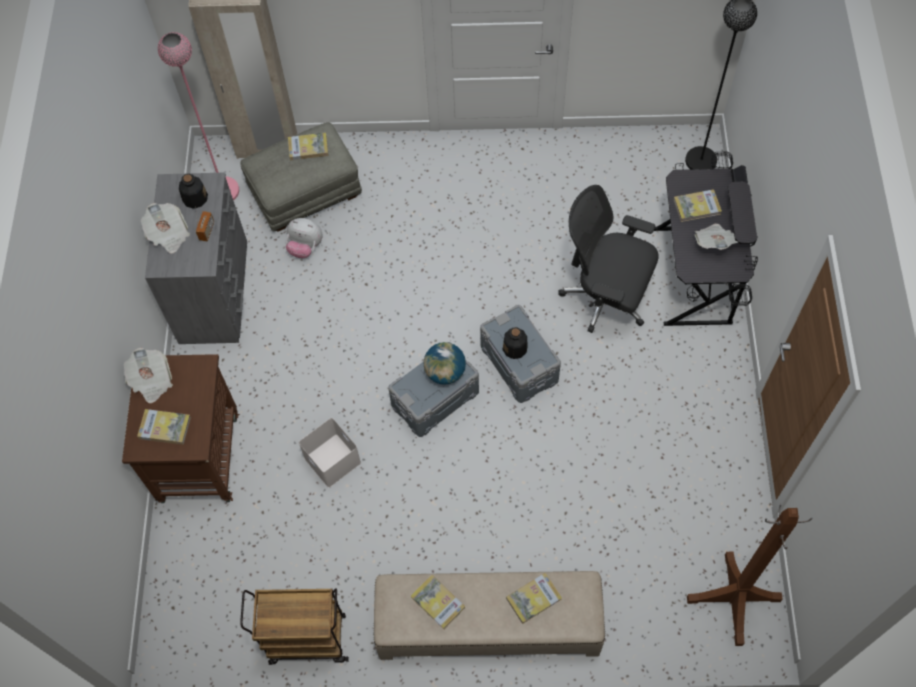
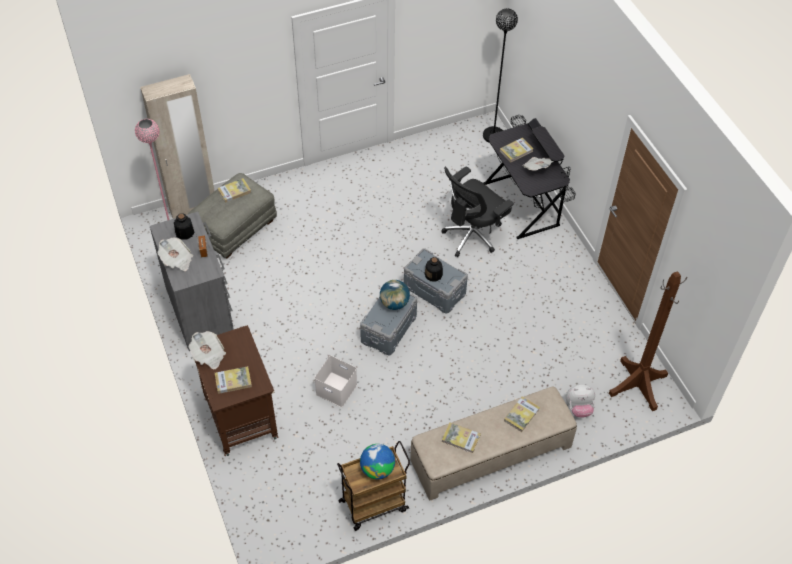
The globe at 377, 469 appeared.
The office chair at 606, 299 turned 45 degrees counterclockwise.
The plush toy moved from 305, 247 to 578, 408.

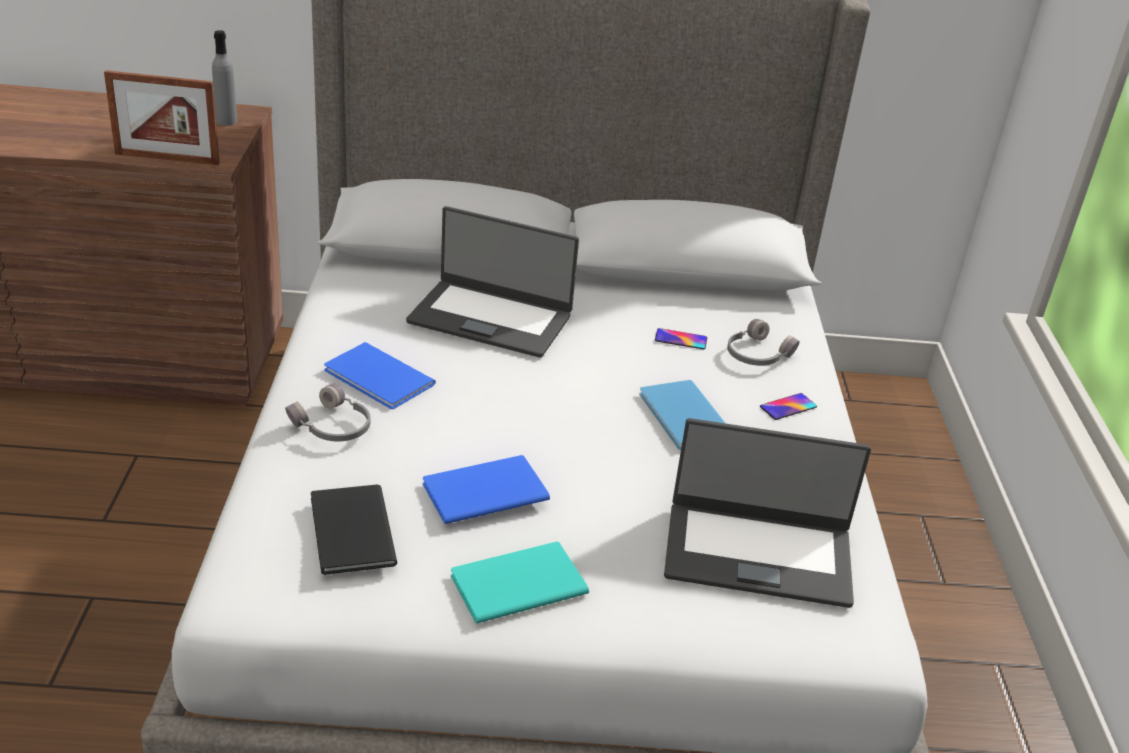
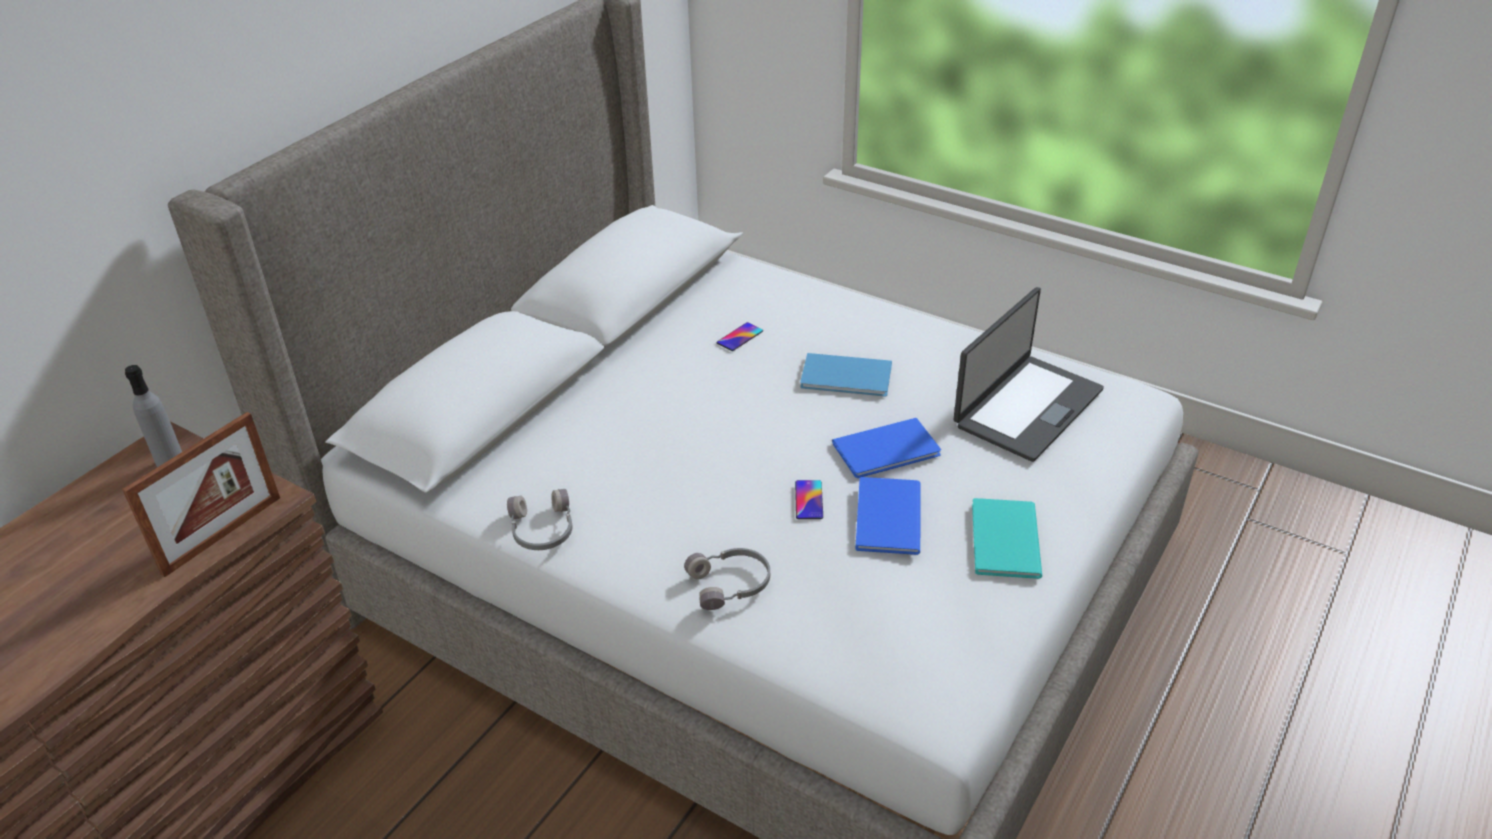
The grey headphones moved from 756, 354 to 541, 530.
The phone moved from 788, 407 to 809, 500.
The blue book moved from 379, 379 to 889, 450.
The black book at 349, 533 disappeared.
The laptop at 491, 318 disappeared.

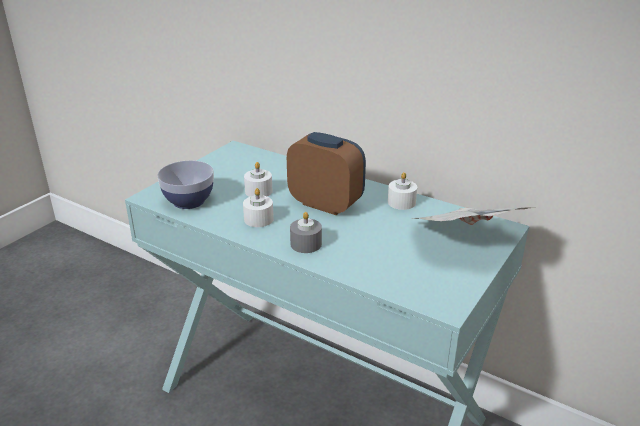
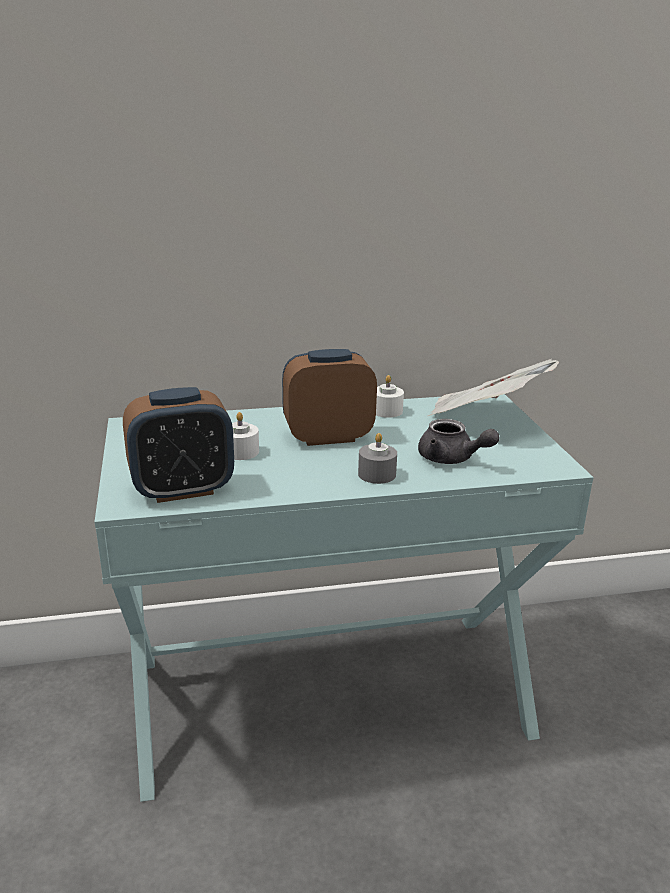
The bowl at 189, 201 was replaced by the alarm clock at 182, 490.
The grey teapot at 451, 459 appeared.
The white candle at 258, 219 disappeared.

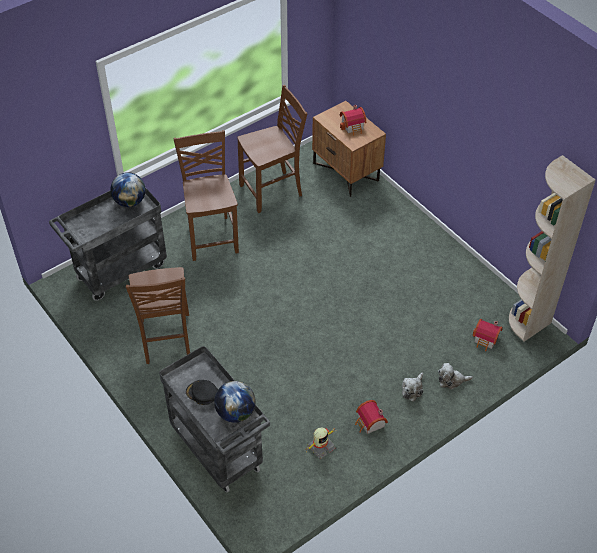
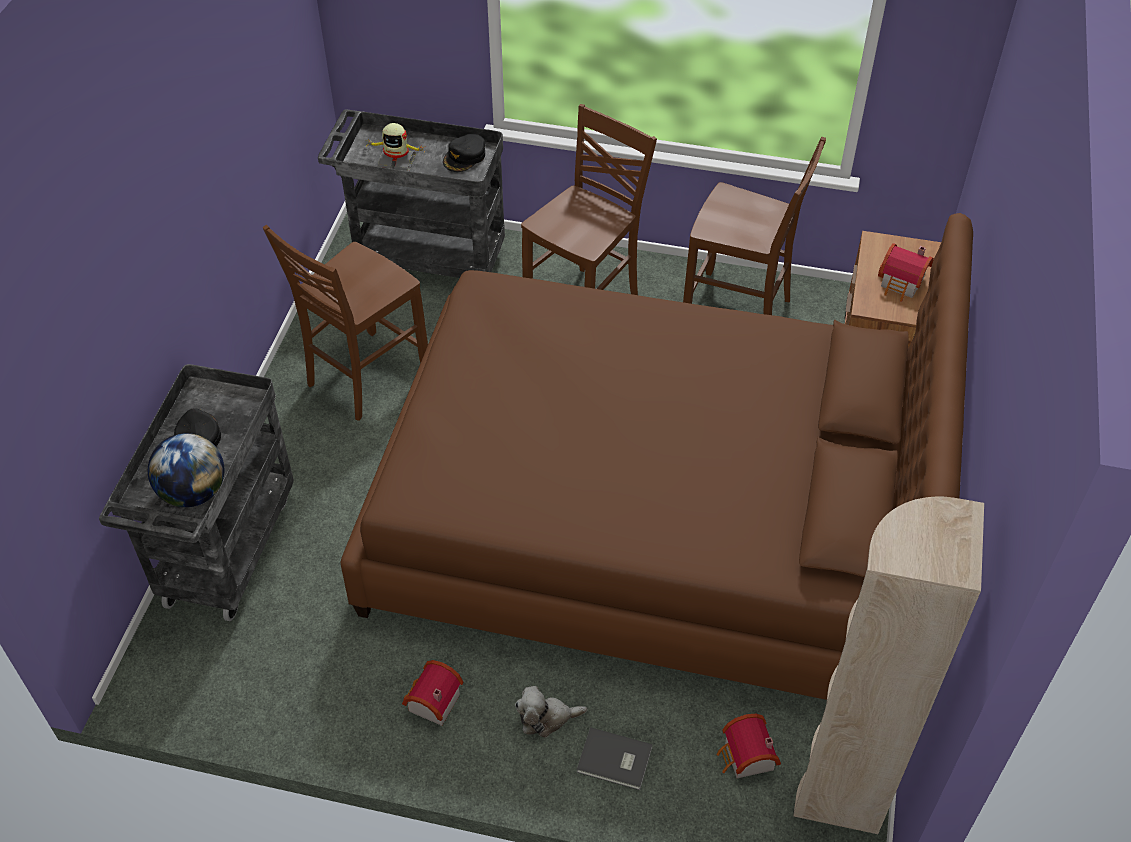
The brown bed at 648, 521 appeared.
The toy robot moved from 320, 447 to 397, 163.
The globe at 130, 201 was replaced by the black cap at 465, 157.
The plush toy at 452, 380 was replaced by the grey book at 615, 761.

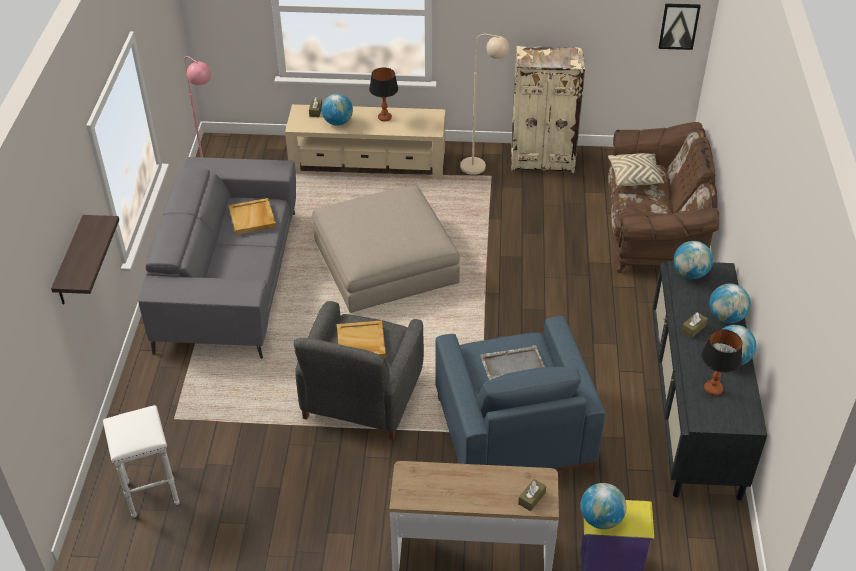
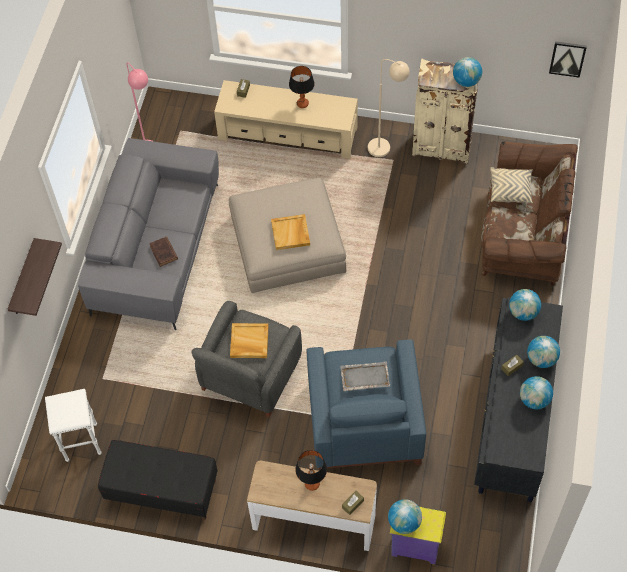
The black bench at 162, 490 appeared.
The brown book at 164, 253 appeared.
The beige tray moved from 253, 218 to 291, 233.
The table lamp moved from 713, 389 to 312, 484.
The globe moved from 338, 122 to 466, 81.

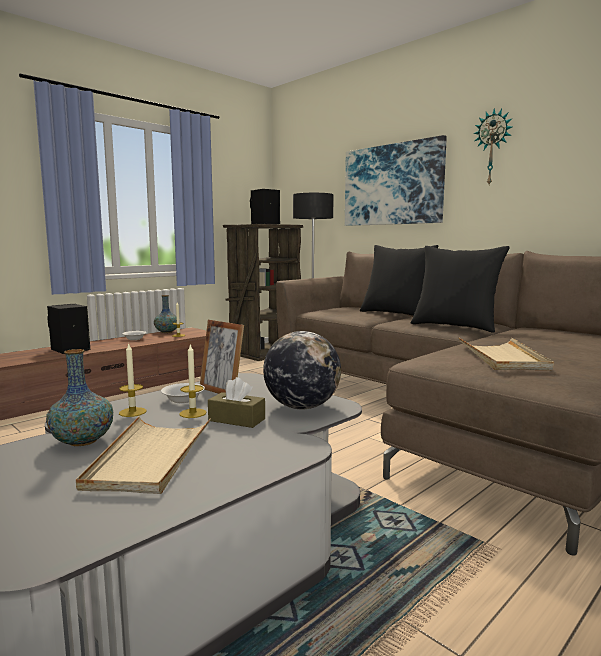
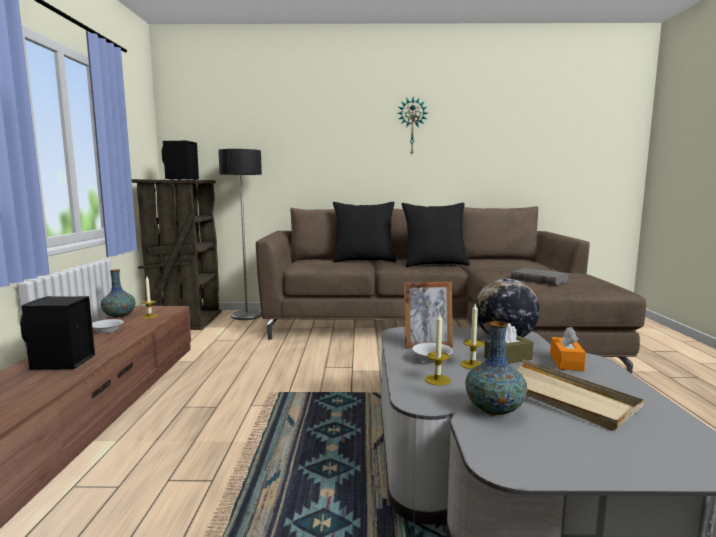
The beige tray at 502, 357 was replaced by the grey book at 539, 279.
The orange tissue box at 566, 362 appeared.
The picture at 392, 185 disappeared.

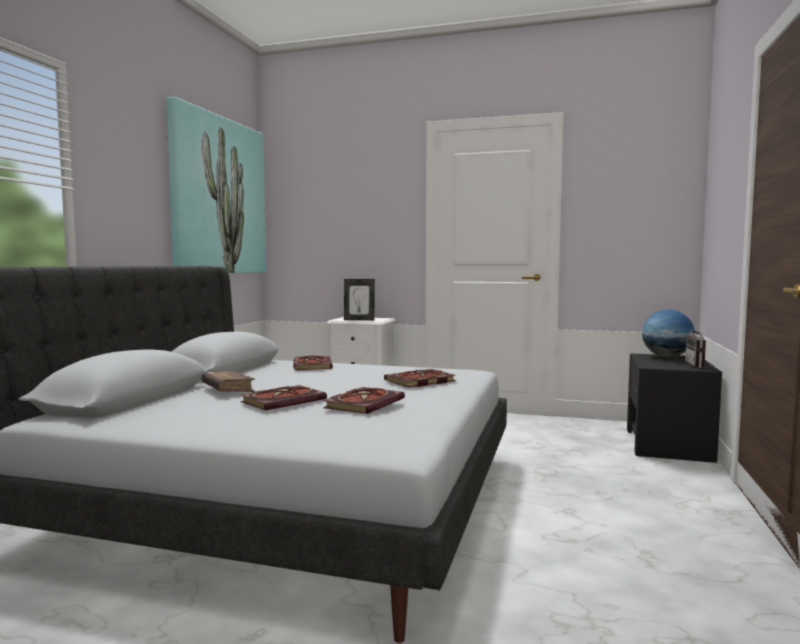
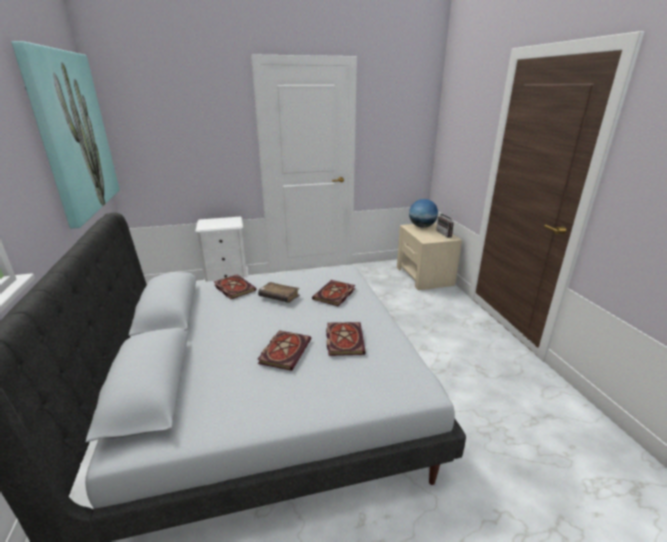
The brown book moved from 228, 389 to 279, 297.
The black nightstand at 667, 444 became the beige nightstand at 424, 276.
The picture frame at 359, 320 disappeared.

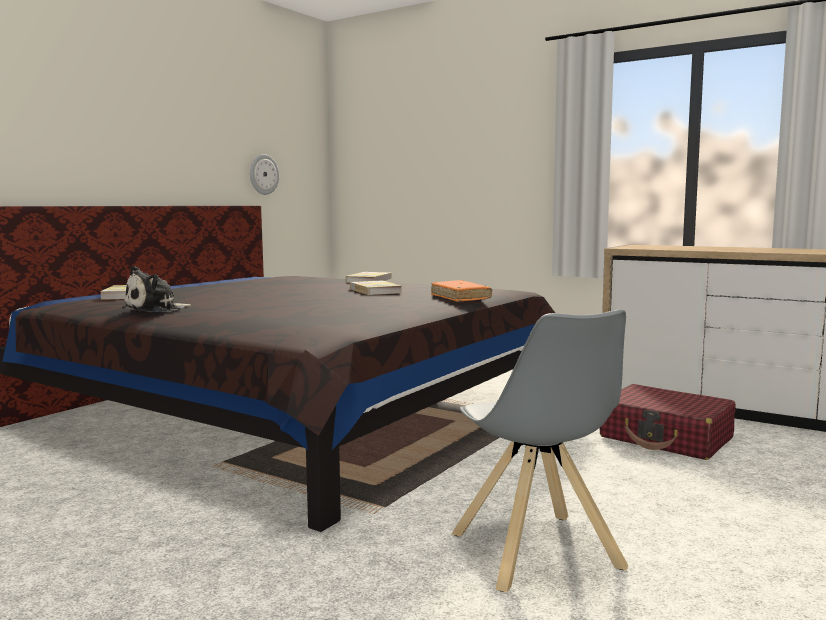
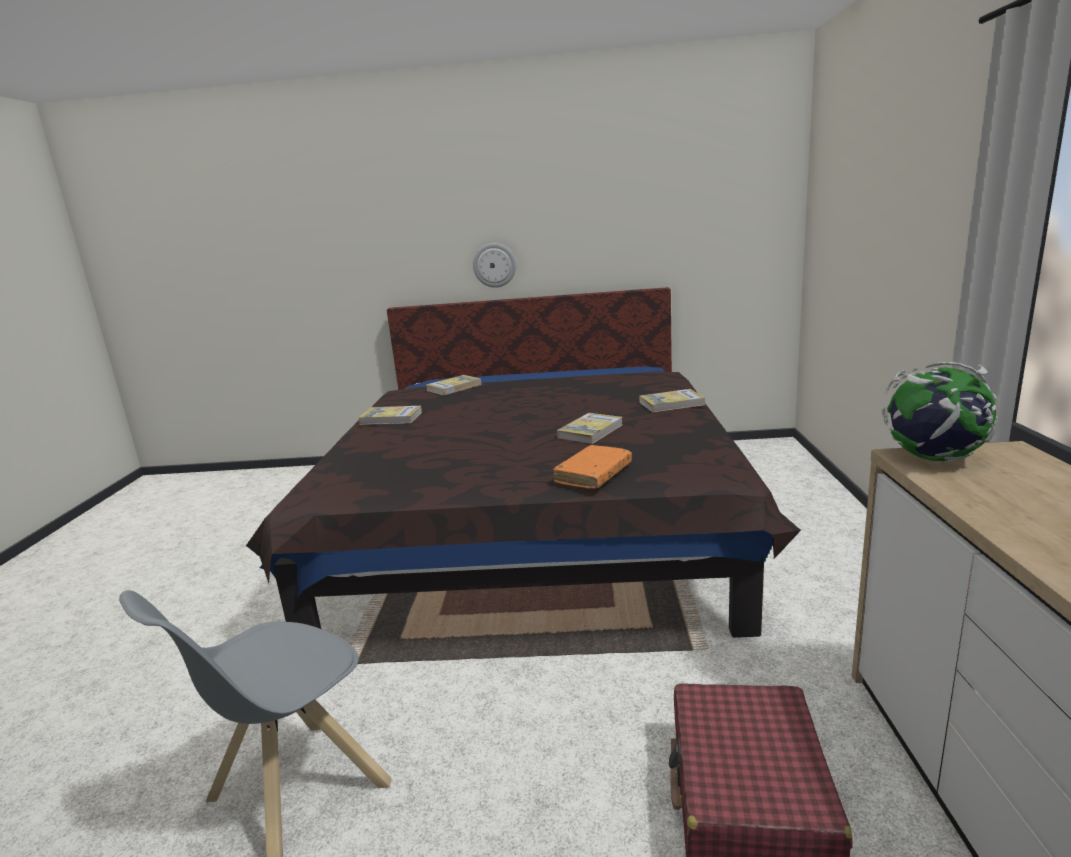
The plush toy at 156, 309 was replaced by the book at 391, 418.
The wall clock moved from 263, 174 to 494, 265.
The globe at 932, 458 appeared.

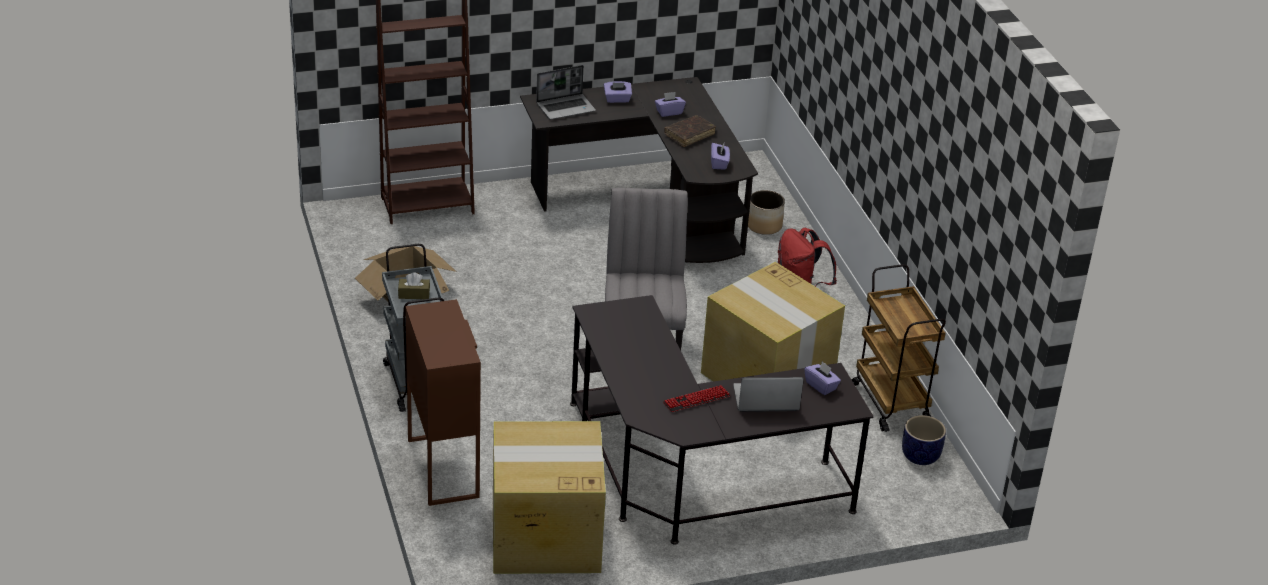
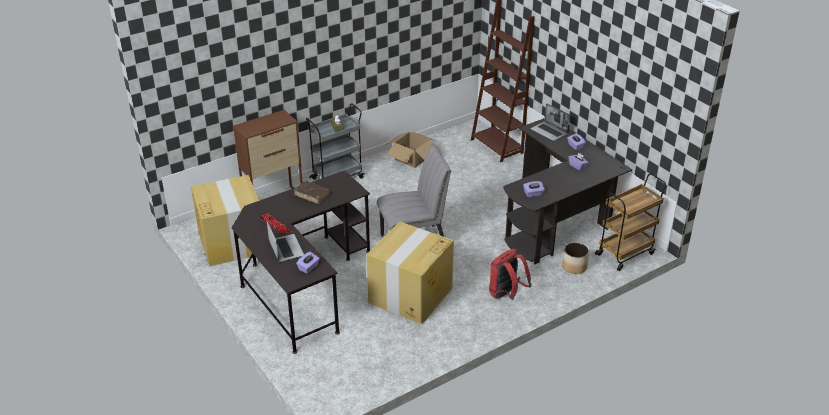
The brown book moved from 689, 135 to 312, 195.
The brown cart moved from 890, 404 to 624, 254.
The planter at 920, 456 disappeared.

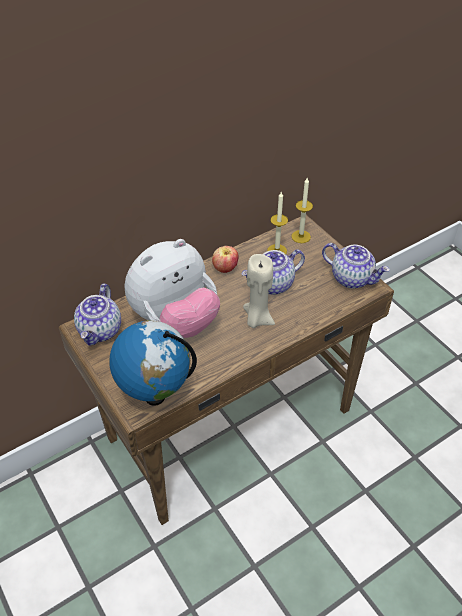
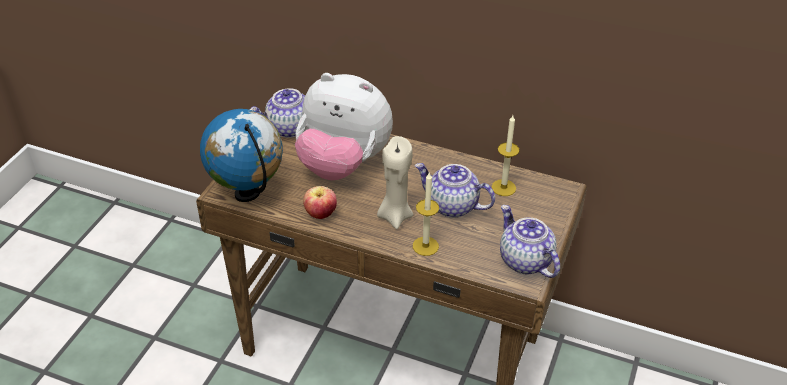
The apple moved from 225, 268 to 320, 214.
The candle moved from 301, 236 to 425, 246.
The teapot at 352, 278 turned 150 degrees clockwise.

